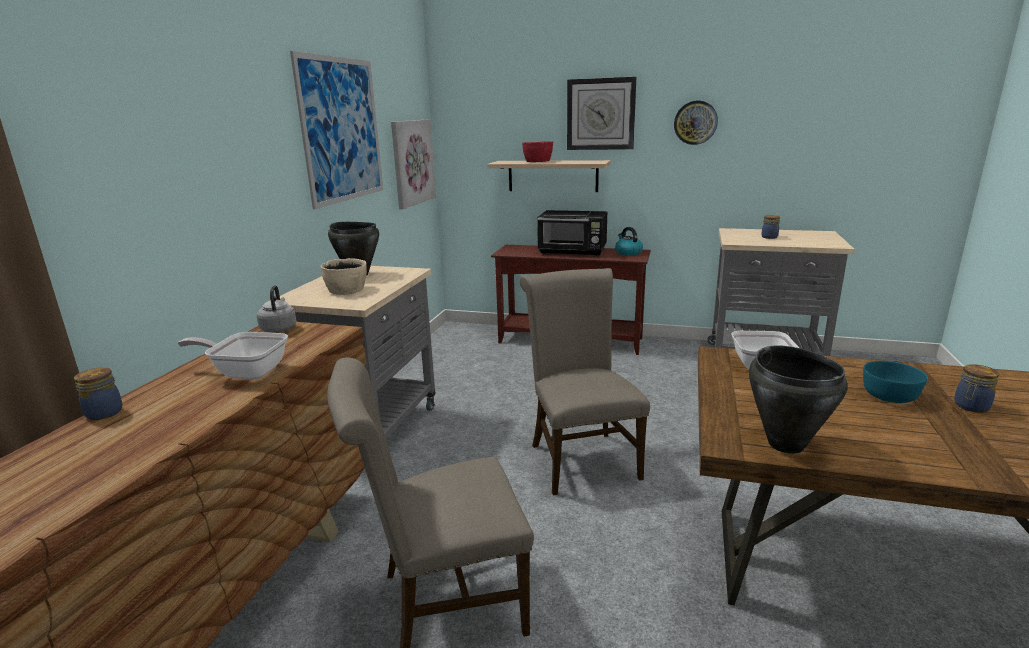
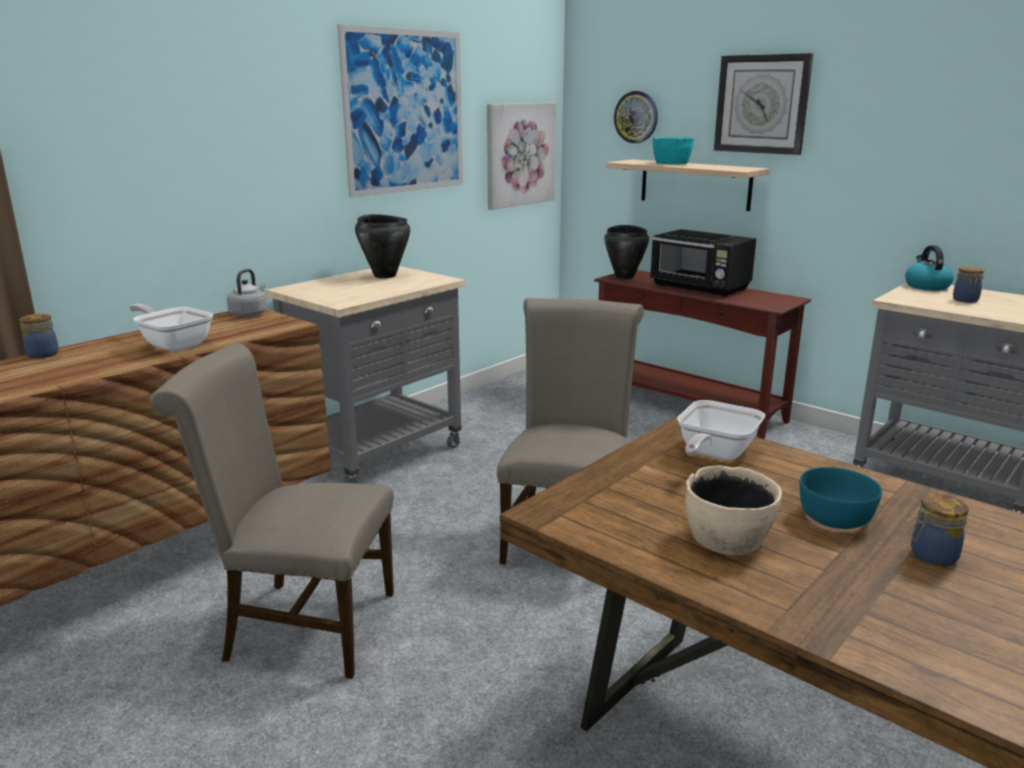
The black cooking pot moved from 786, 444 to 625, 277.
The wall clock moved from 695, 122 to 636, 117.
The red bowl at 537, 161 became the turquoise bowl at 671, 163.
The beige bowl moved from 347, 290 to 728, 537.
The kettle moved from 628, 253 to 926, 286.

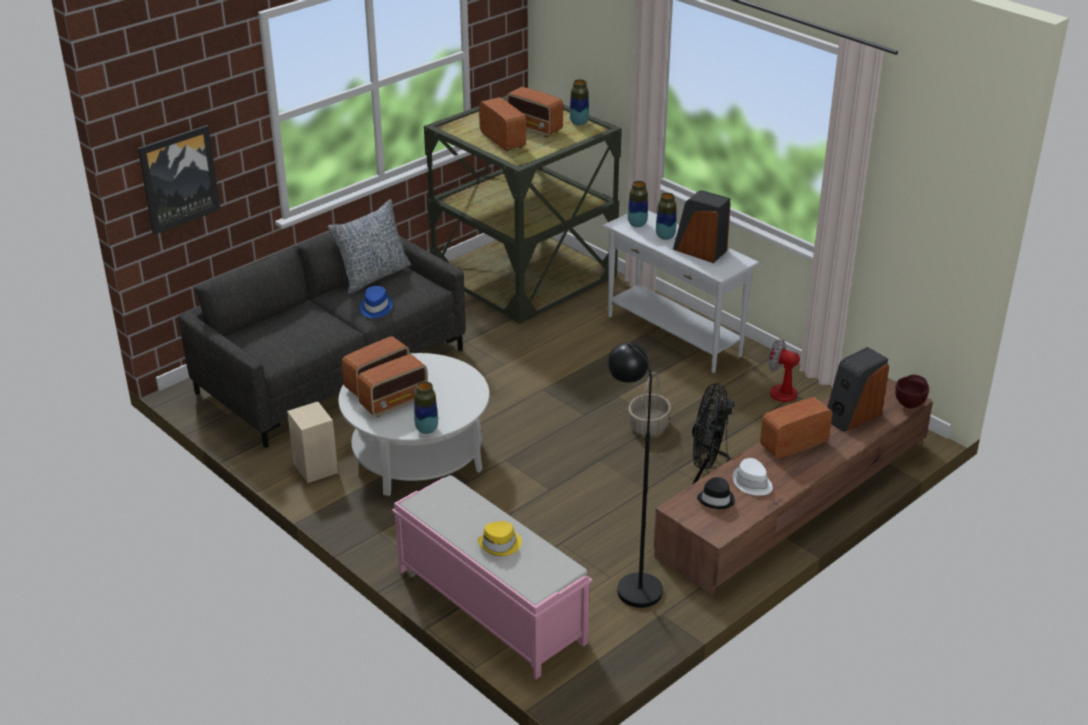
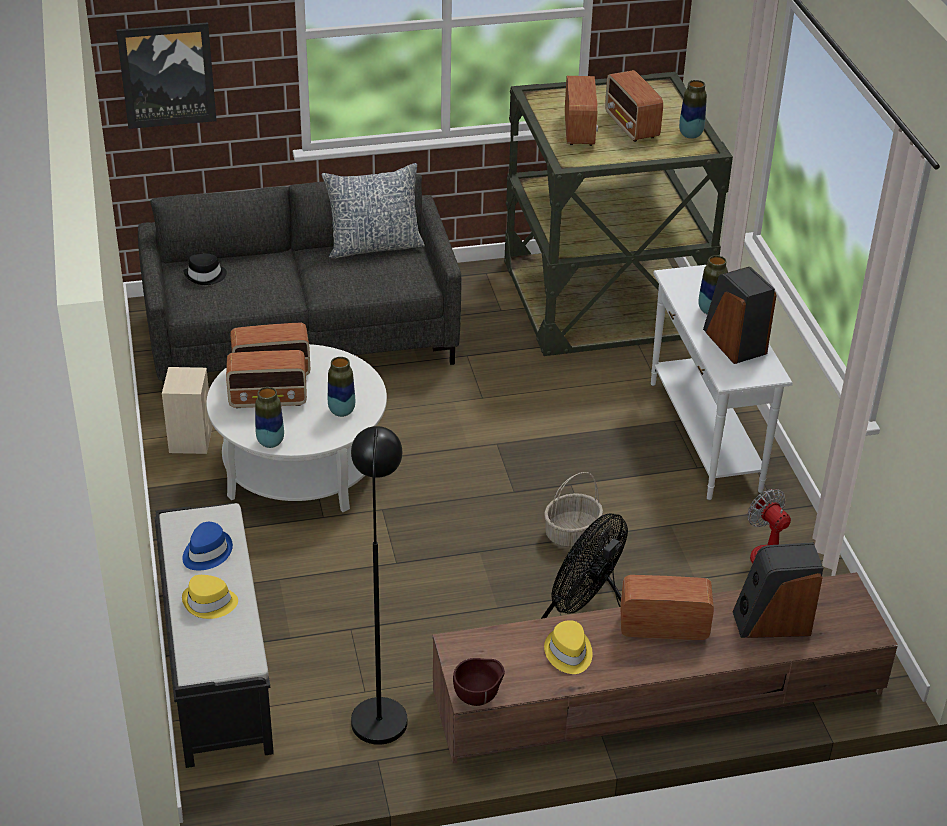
The pink bench at 489, 605 became the black bench at 216, 665.
The blue hat moved from 375, 308 to 206, 552.
The black hat moved from 716, 499 to 205, 276.
The vase moved from 637, 224 to 341, 411.
The brown bowl moved from 910, 404 to 478, 697.
The white hat at 752, 483 became the yellow hat at 568, 653.

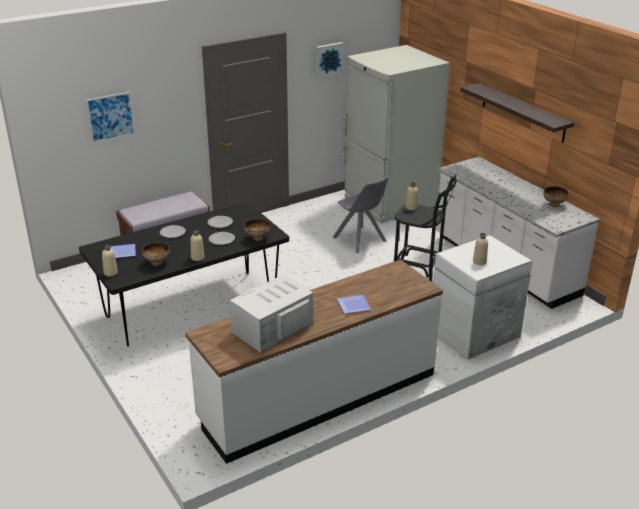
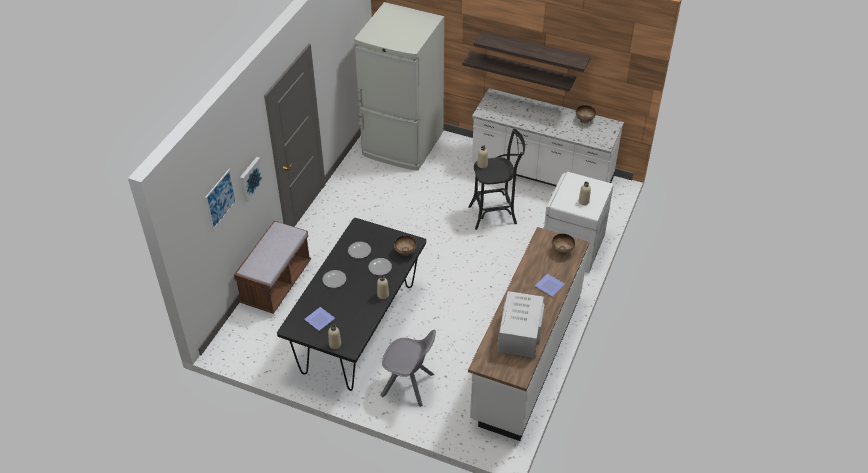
The picture moved from 328, 59 to 250, 179.
The grey chair moved from 360, 240 to 409, 385.
The shelf at 522, 70 appeared.
The bowl moved from 157, 263 to 562, 251.

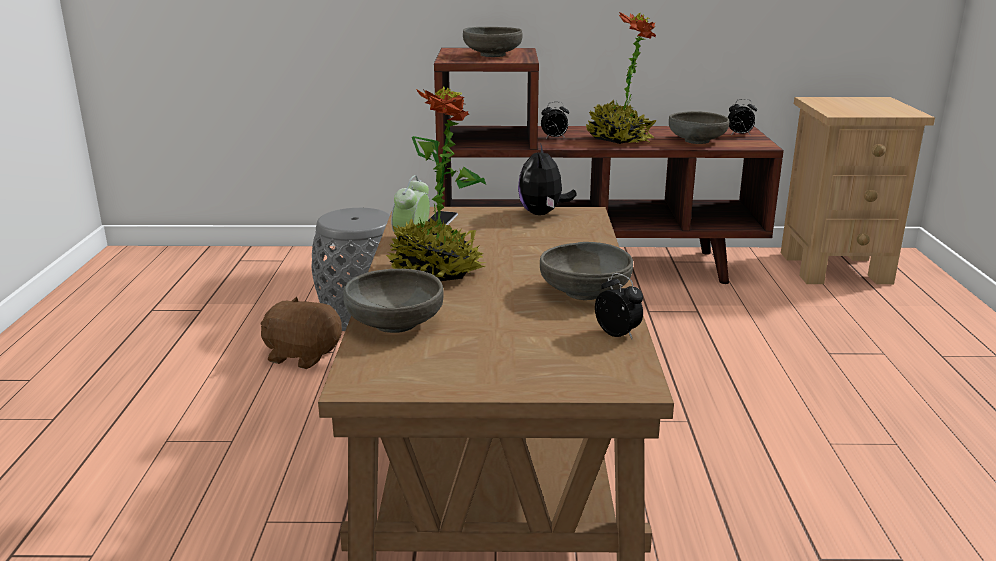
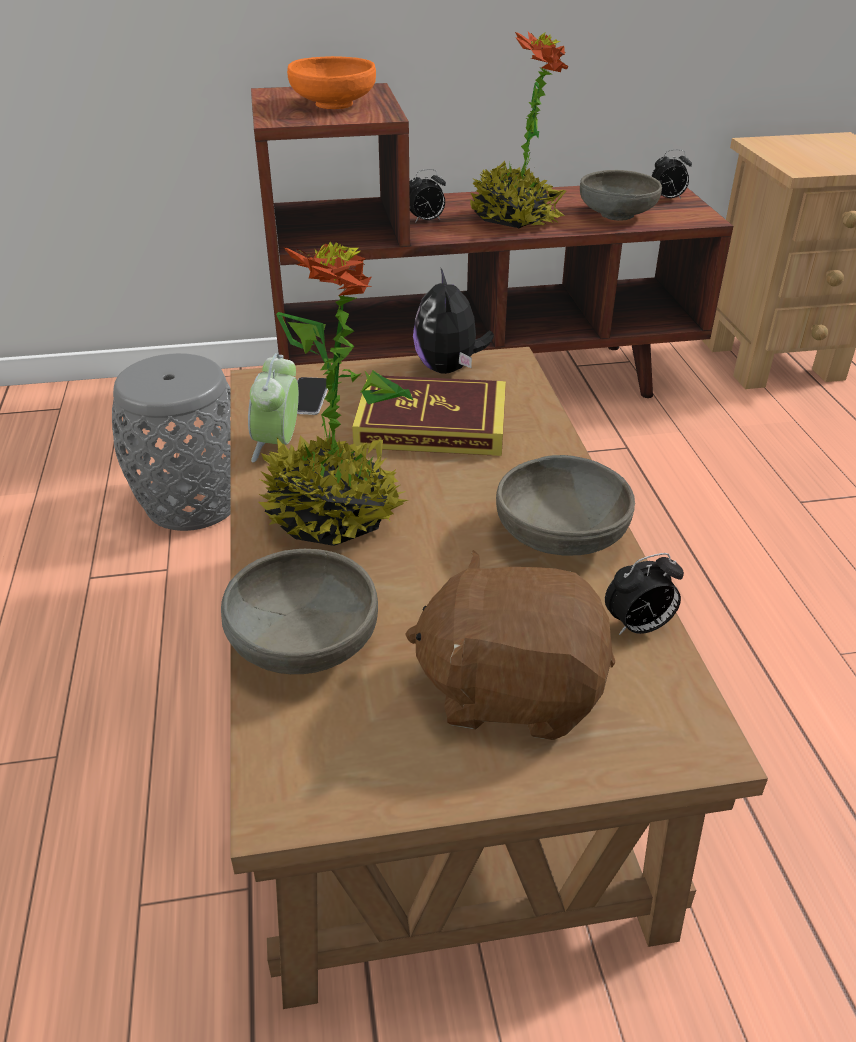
The grey bowl at 492, 55 became the orange bowl at 334, 104.
The book at 431, 424 appeared.
The brown plush toy moved from 303, 355 to 511, 688.
The alarm clock at 618, 334 turned 120 degrees clockwise.

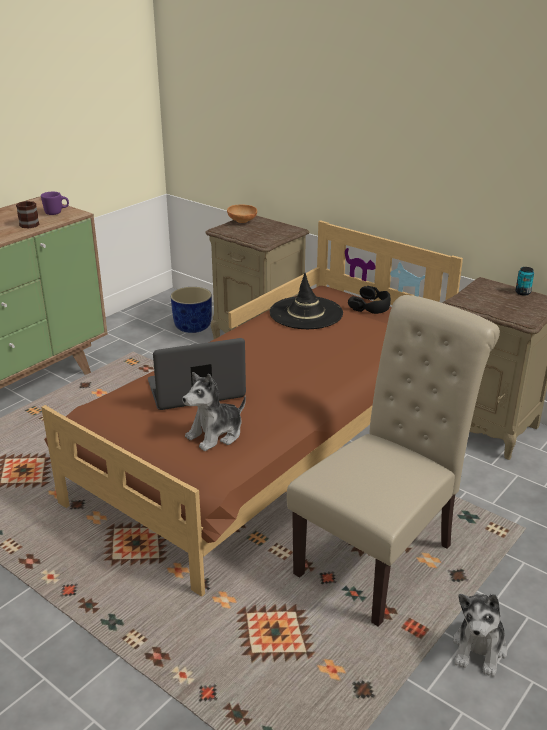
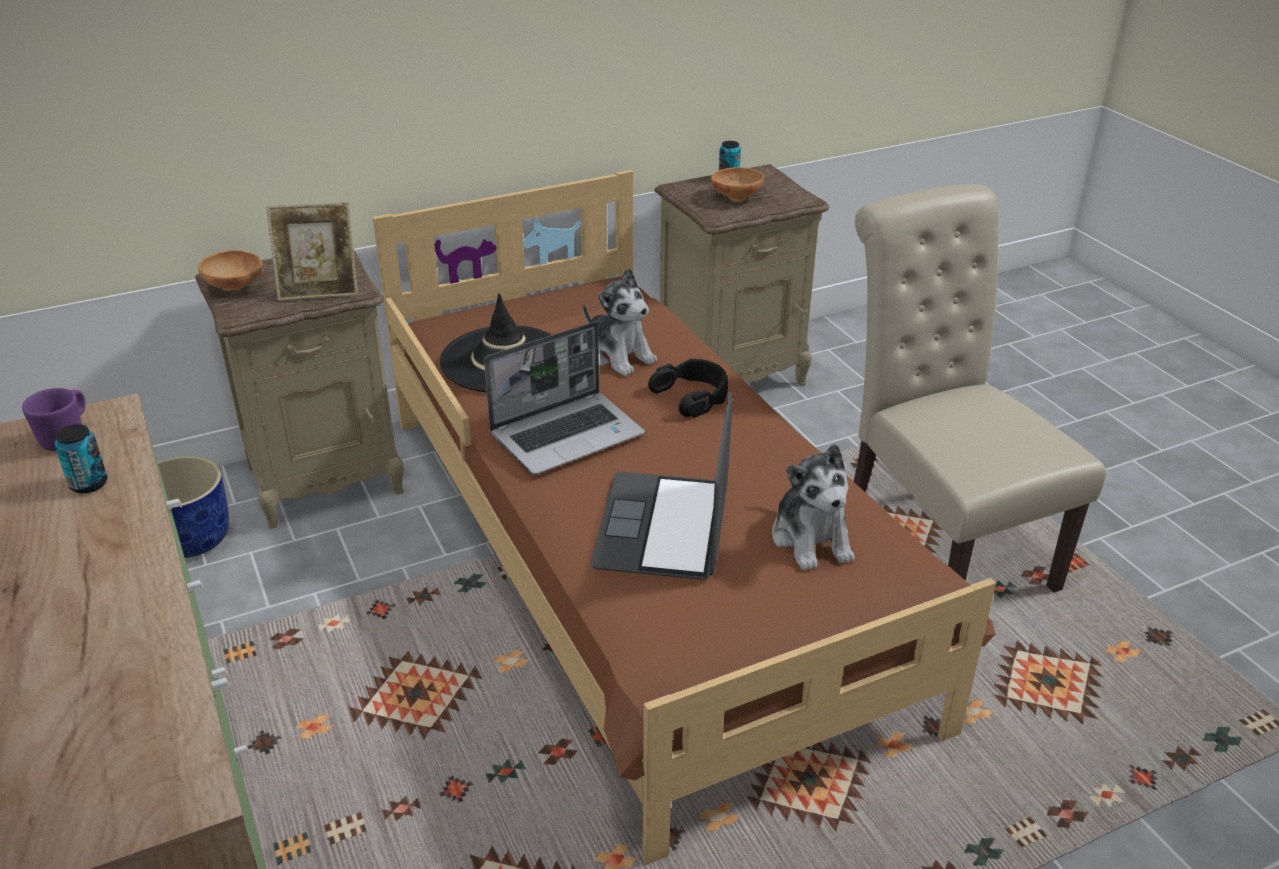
The mug at 29, 223 was replaced by the can at 89, 484.
The picture frame at 319, 291 appeared.
The laptop at 568, 434 appeared.
The plush toy moved from 479, 648 to 618, 356.
The black headphones moved from 371, 306 to 692, 396.
The brown bowl at 736, 197 appeared.

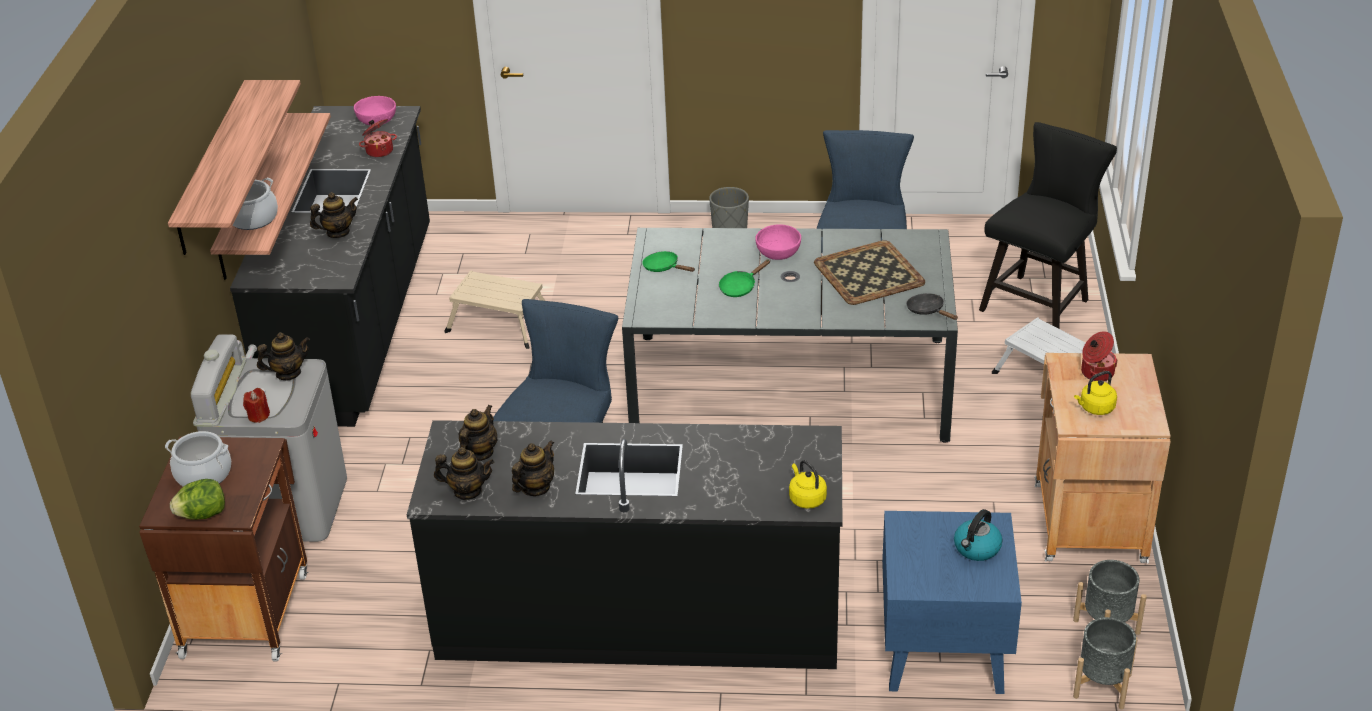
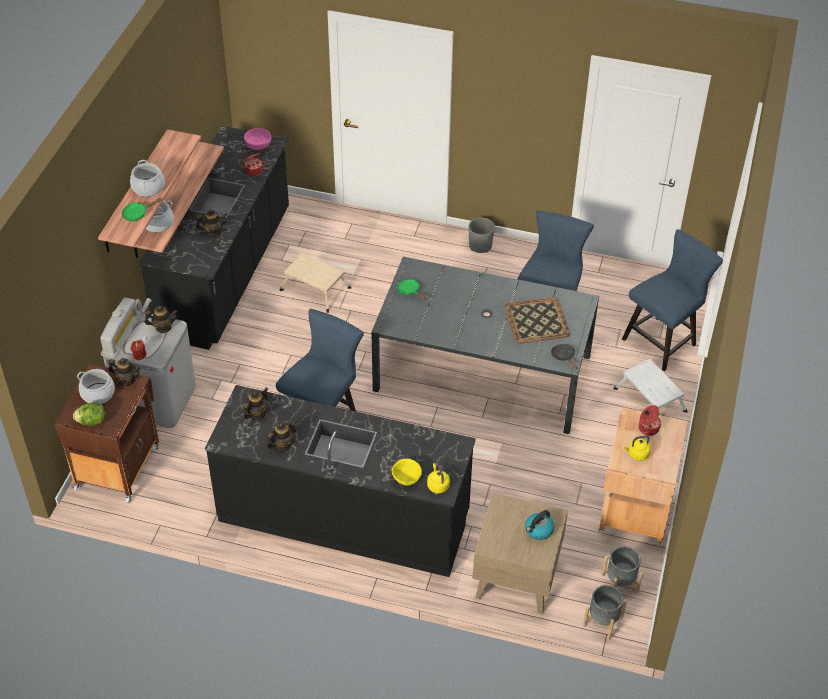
The teapot moved from 467, 491 to 127, 380.
The green frying pan moved from 740, 287 to 137, 214.
The cooking pot at 148, 188 appeared.
The yellow bowl at 406, 478 appeared.
The blue nightstand at 942, 650 became the beige nightstand at 515, 578.
The black chair at 1039, 302 became the blue chair at 663, 340.
The pink bowl at 778, 252 disappeared.

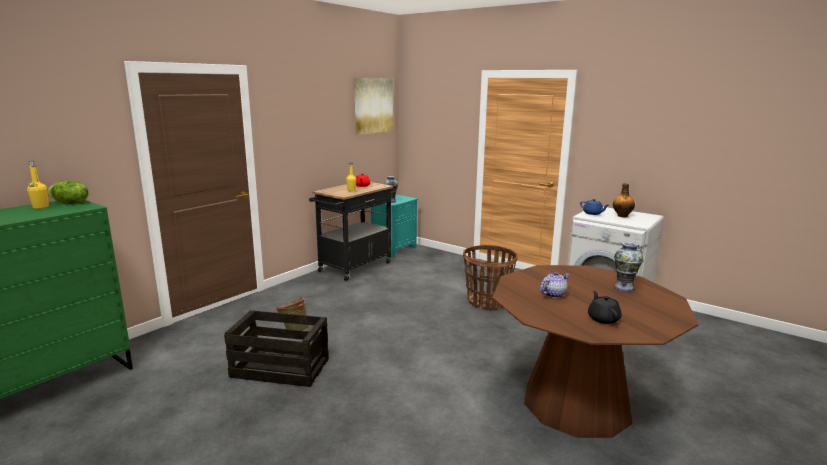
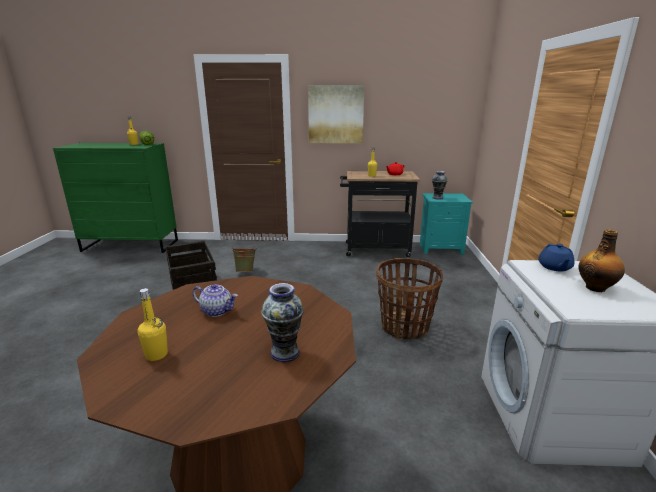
The black teapot at 603, 318 was replaced by the yellow bottle at 156, 355.
The picture moved from 373, 105 to 335, 114.

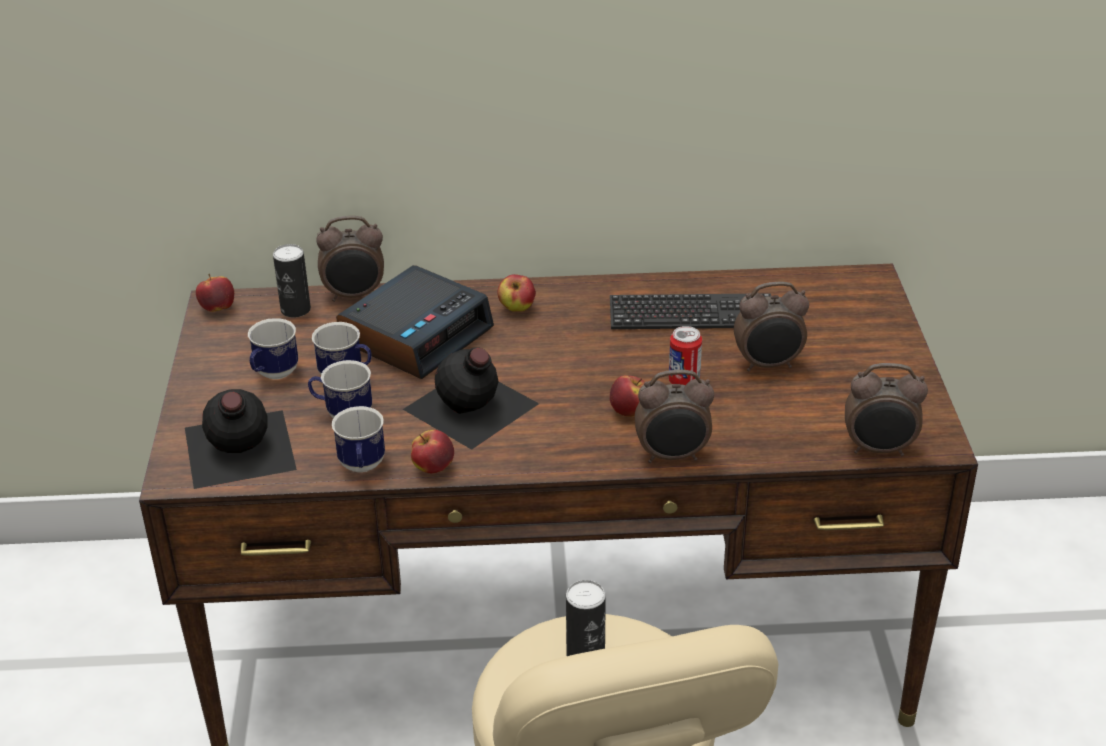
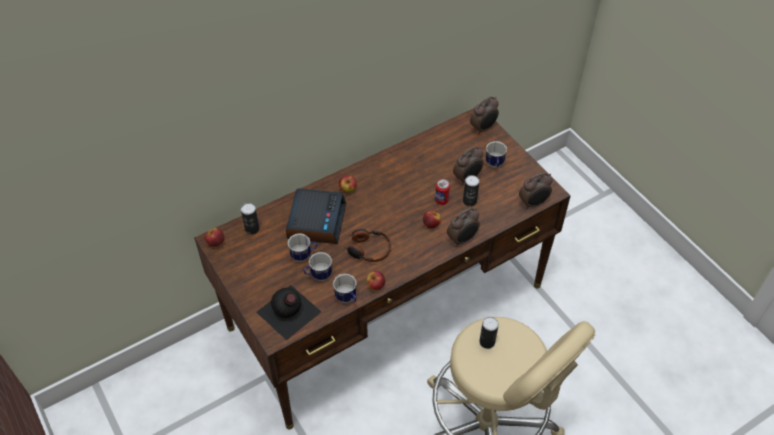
The black bottle at 471, 408 was replaced by the headphones at 368, 249.
The can at 469, 201 appeared.
The alarm clock moved from 354, 296 to 483, 128.
The mug moved from 273, 375 to 494, 165.
The keyboard at 691, 315 disappeared.

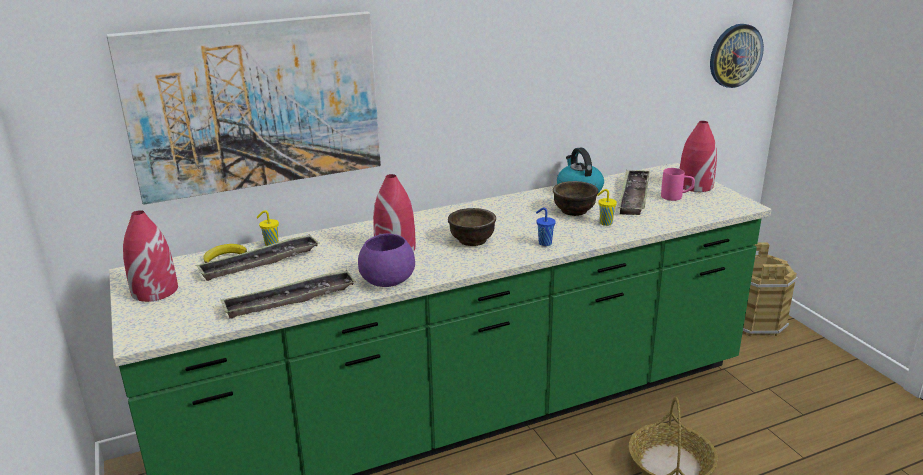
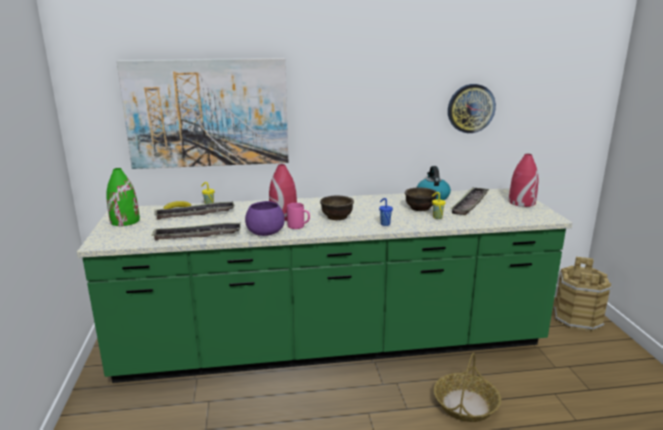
The red vase at 154, 290 became the green vase at 125, 221.
The pink mug moved from 676, 197 to 299, 227.
The wall clock moved from 735, 55 to 470, 108.

